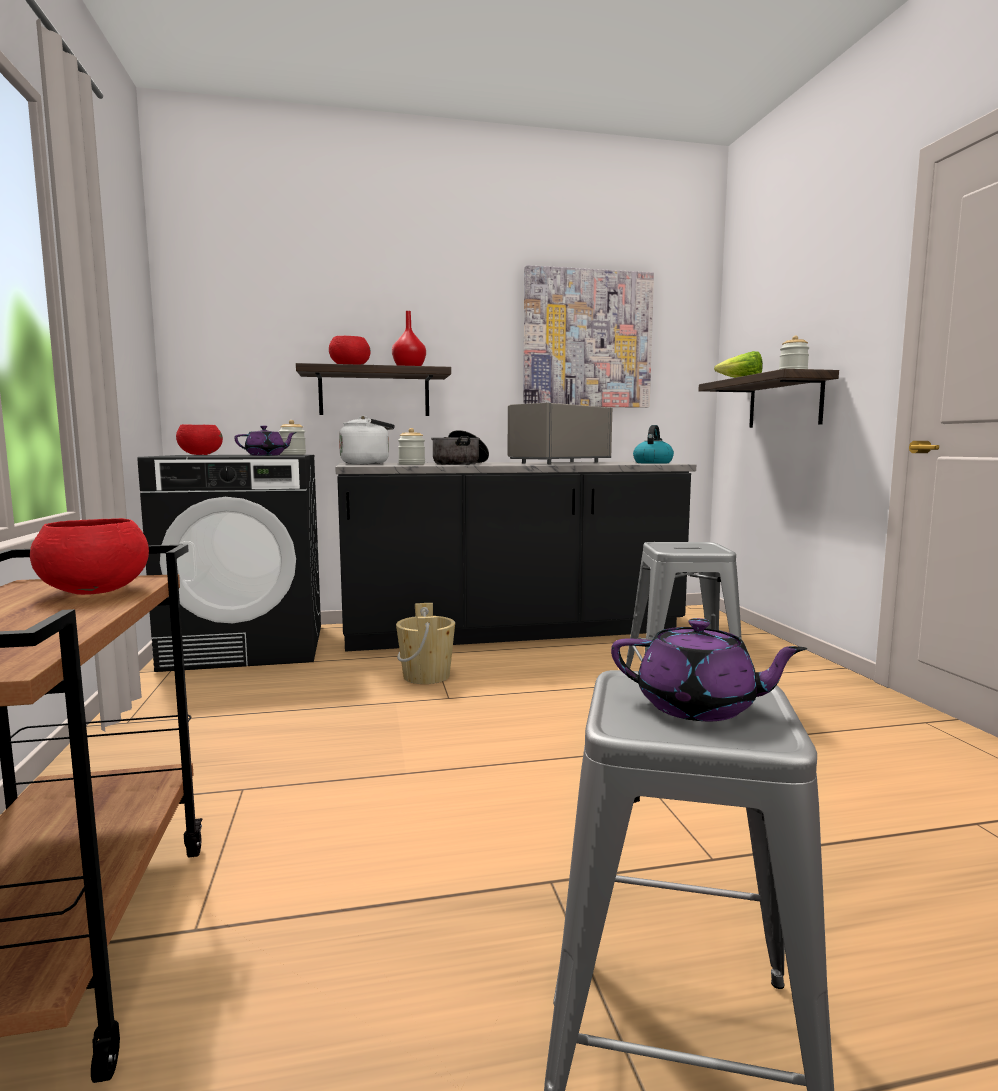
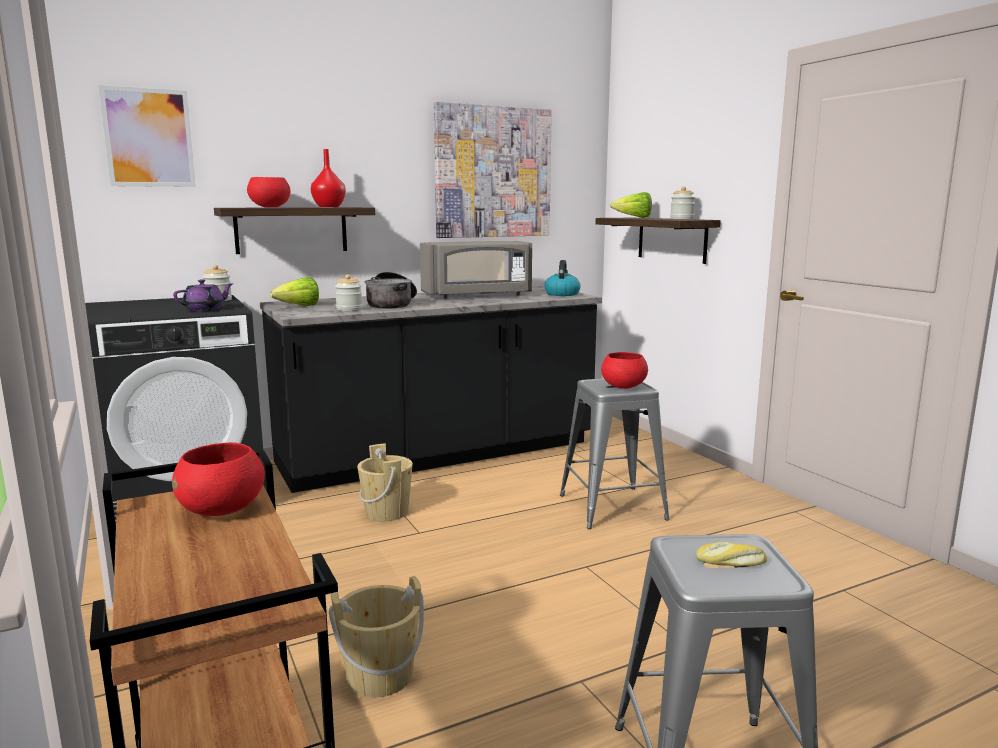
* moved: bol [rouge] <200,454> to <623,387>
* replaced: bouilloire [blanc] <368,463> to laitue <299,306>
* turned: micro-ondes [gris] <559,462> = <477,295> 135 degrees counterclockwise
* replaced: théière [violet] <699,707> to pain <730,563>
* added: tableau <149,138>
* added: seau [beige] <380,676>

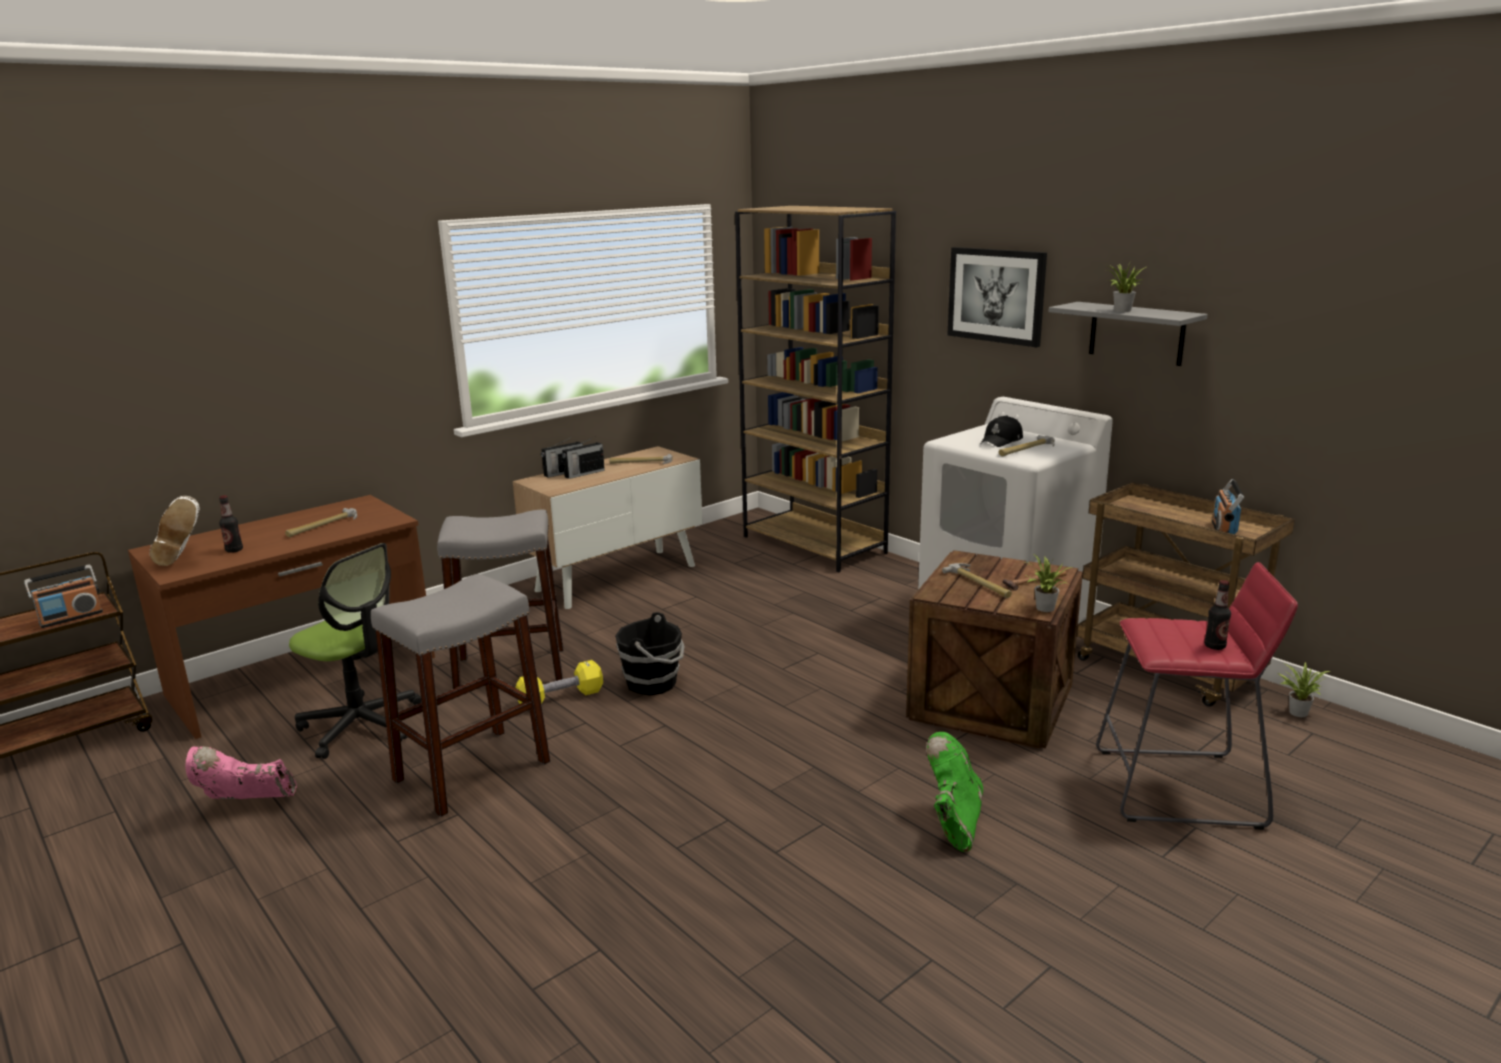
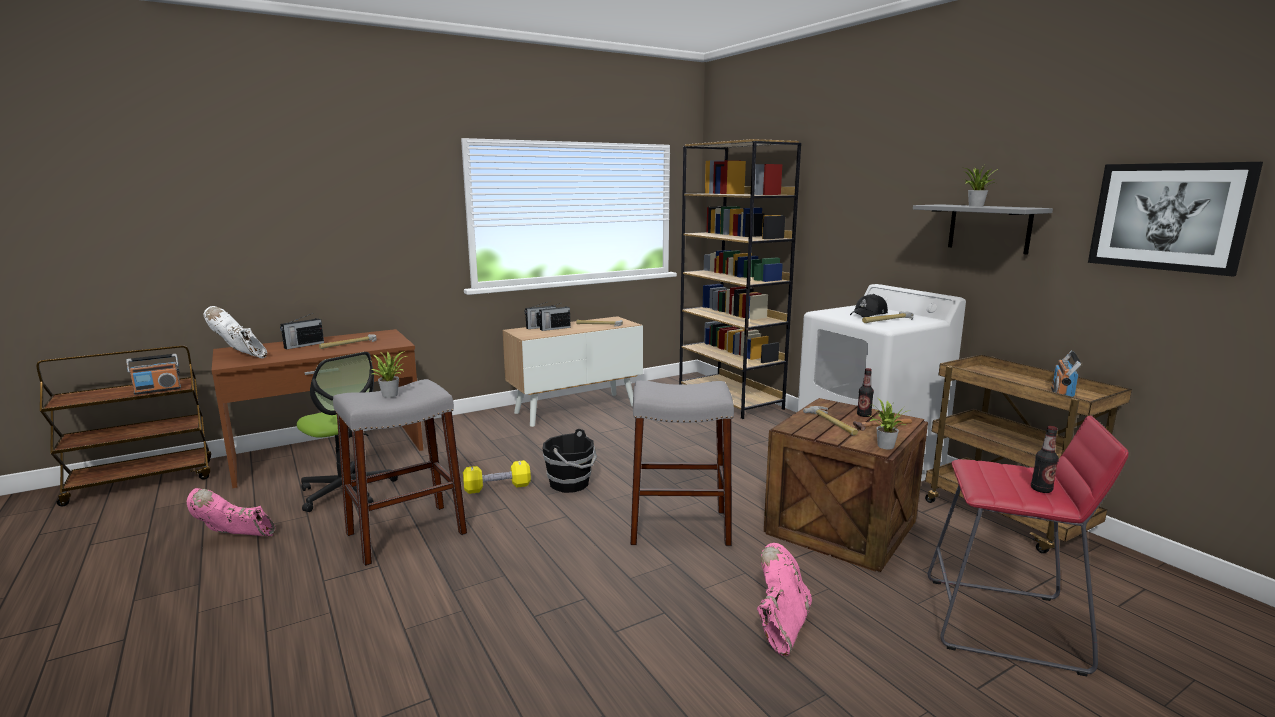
* turned: botte [blanc] <182,558> = <241,356> 135 degrees clockwise
* moved: bouteille <234,550> to <864,415>
* moved: tabouret [gris] <511,670> to <679,527>
* recoloured: botte [vert] <954,822> to botte [rose] <780,627>
* moved: tableau <996,295> to <1168,216>
* moved: plante en pot <1296,712> to <390,394>
* added: radio <303,345>

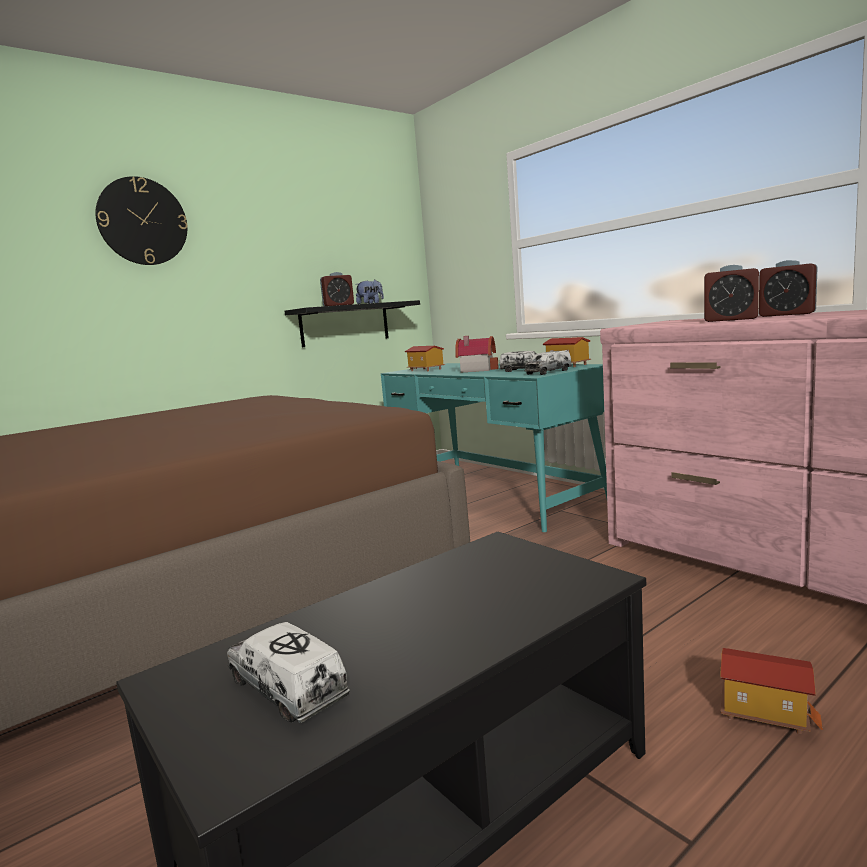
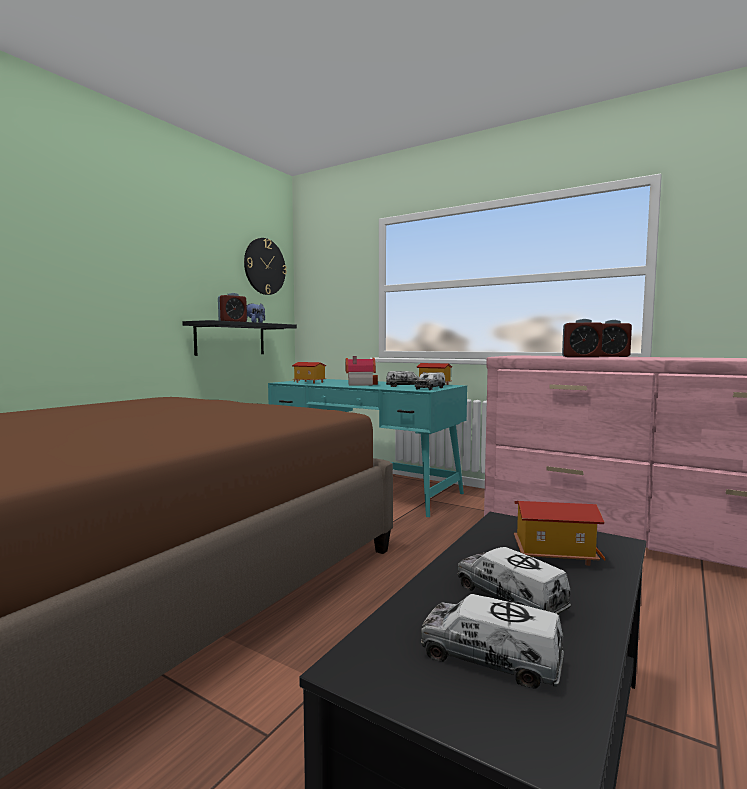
* moved: horloge murale <142,221> to <264,266>
* moved: maison miniature <765,712> to <554,554>
* added: camion jouet <510,598>

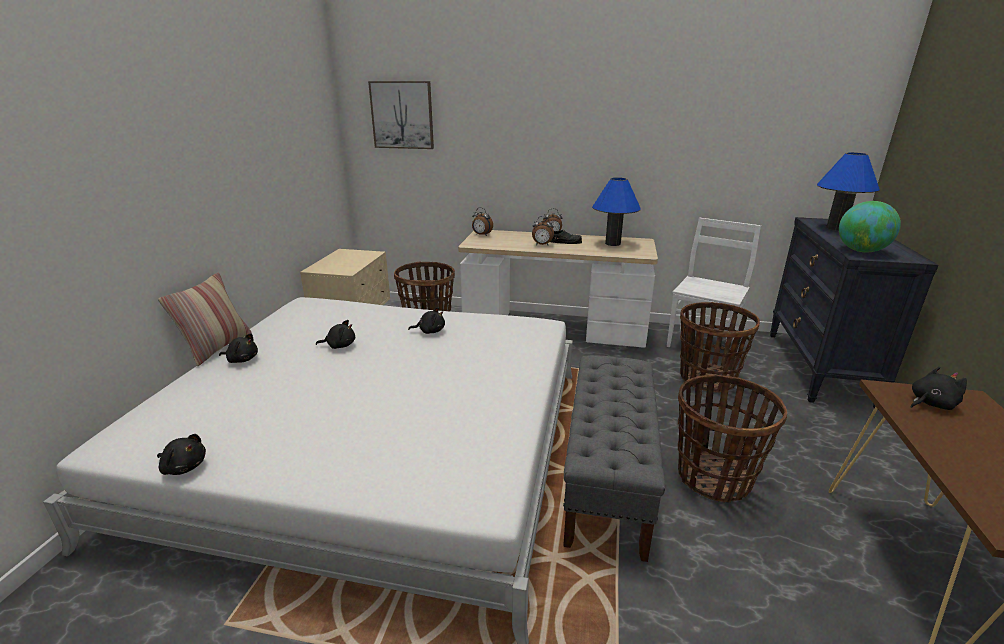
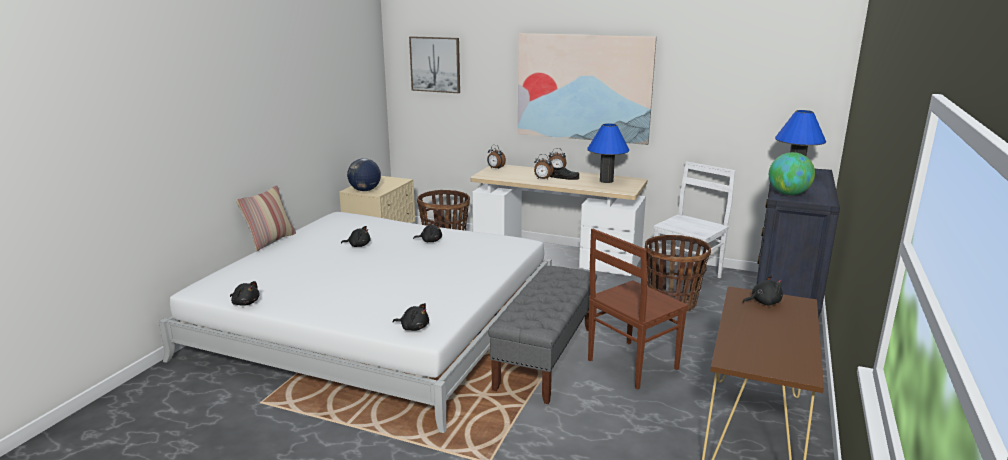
* moved: peluche [noir] <242,359> to <413,327>
* replaced: panier <713,477> to chaise [marron] <630,365>
* added: globe <365,190>
* added: tableau <583,87>

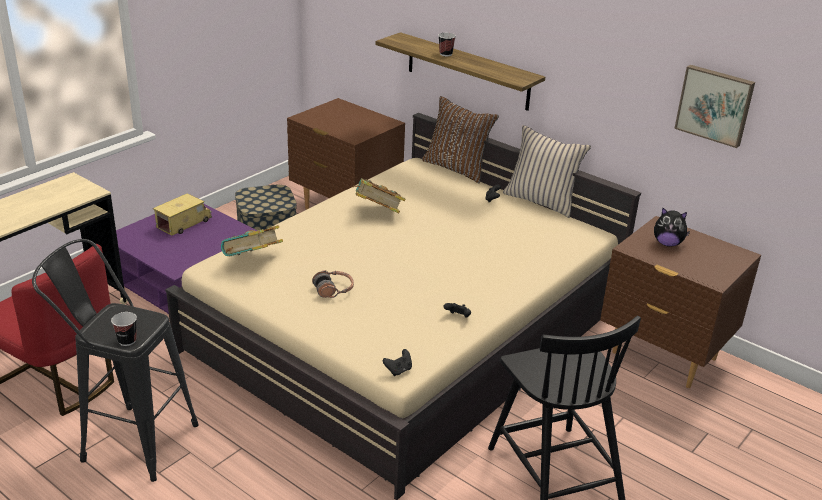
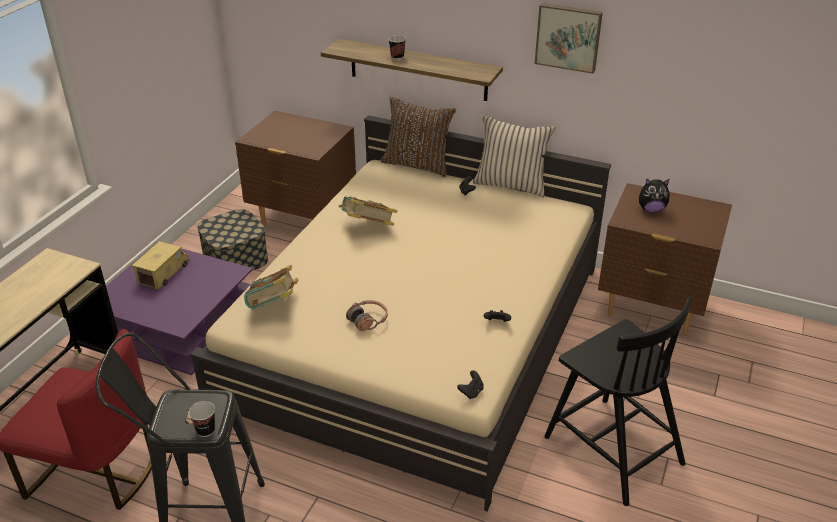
* moved: tableau <715,105> to <568,37>

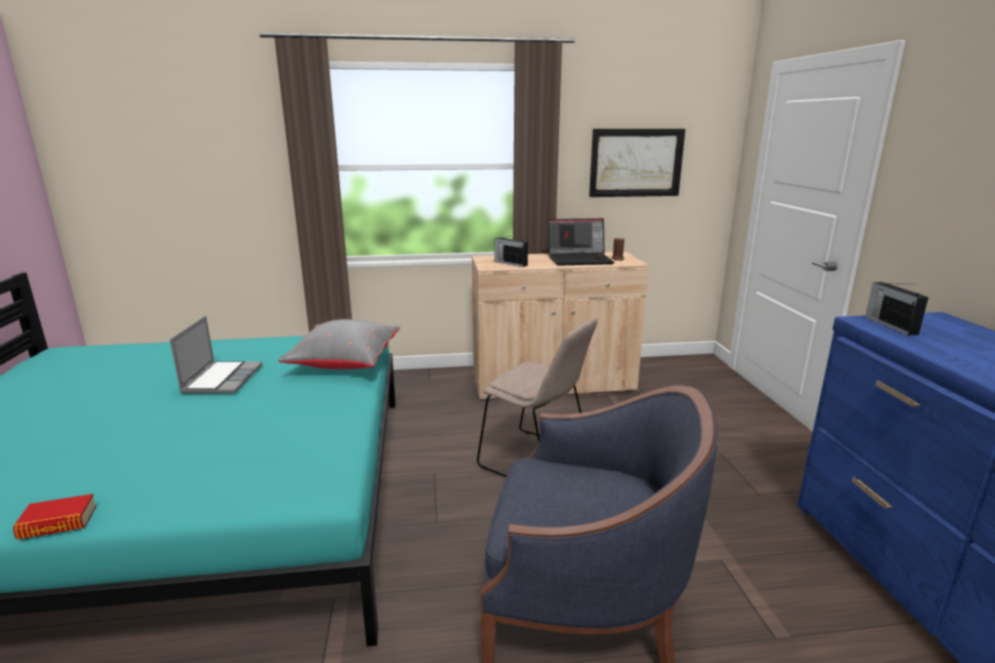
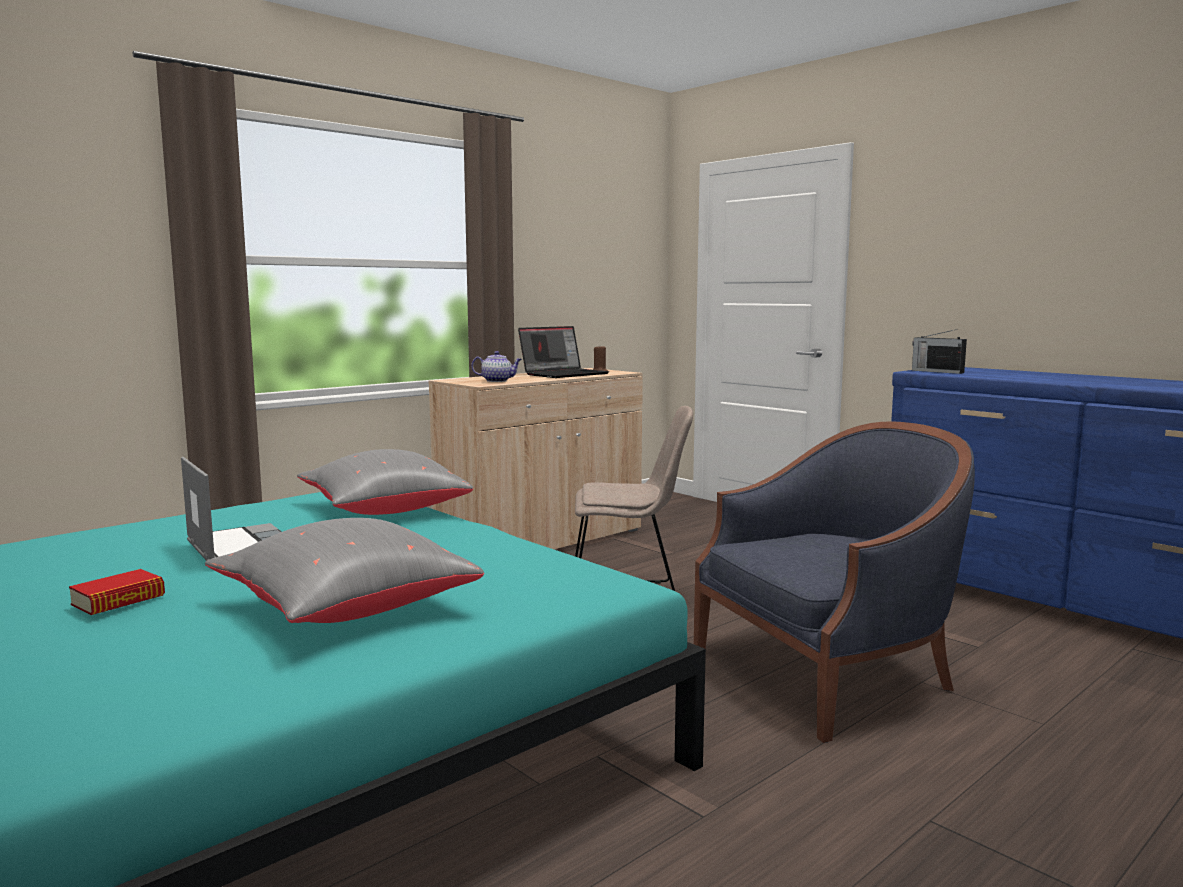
* moved: livre <58,522> to <118,600>
* replaced: radio <510,263> to théière <497,381>
* removed: tableau <636,163>
* added: coussin [gris] <343,610>

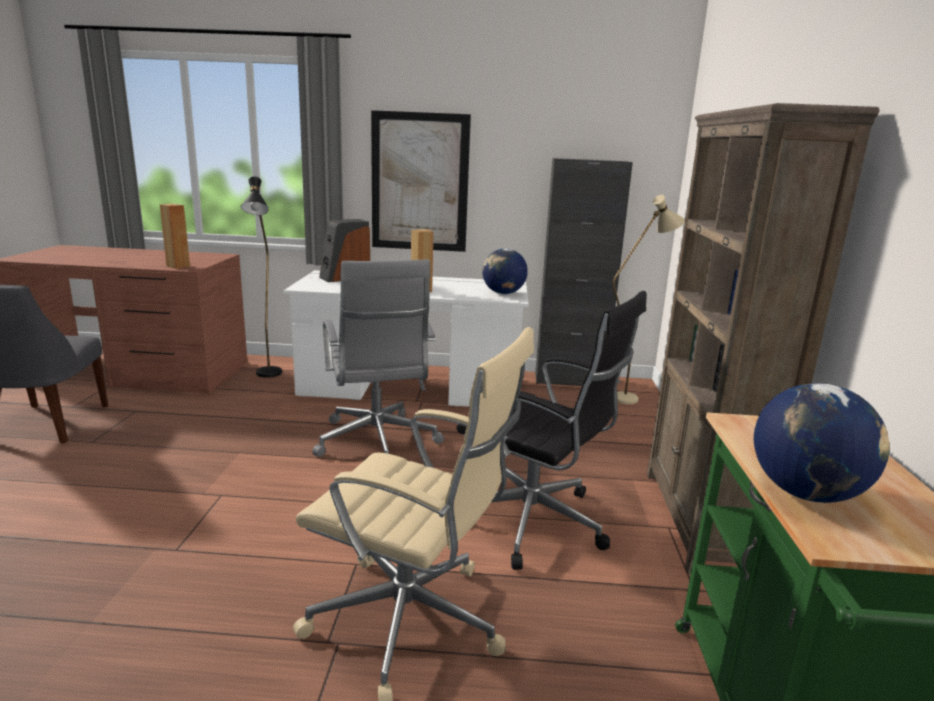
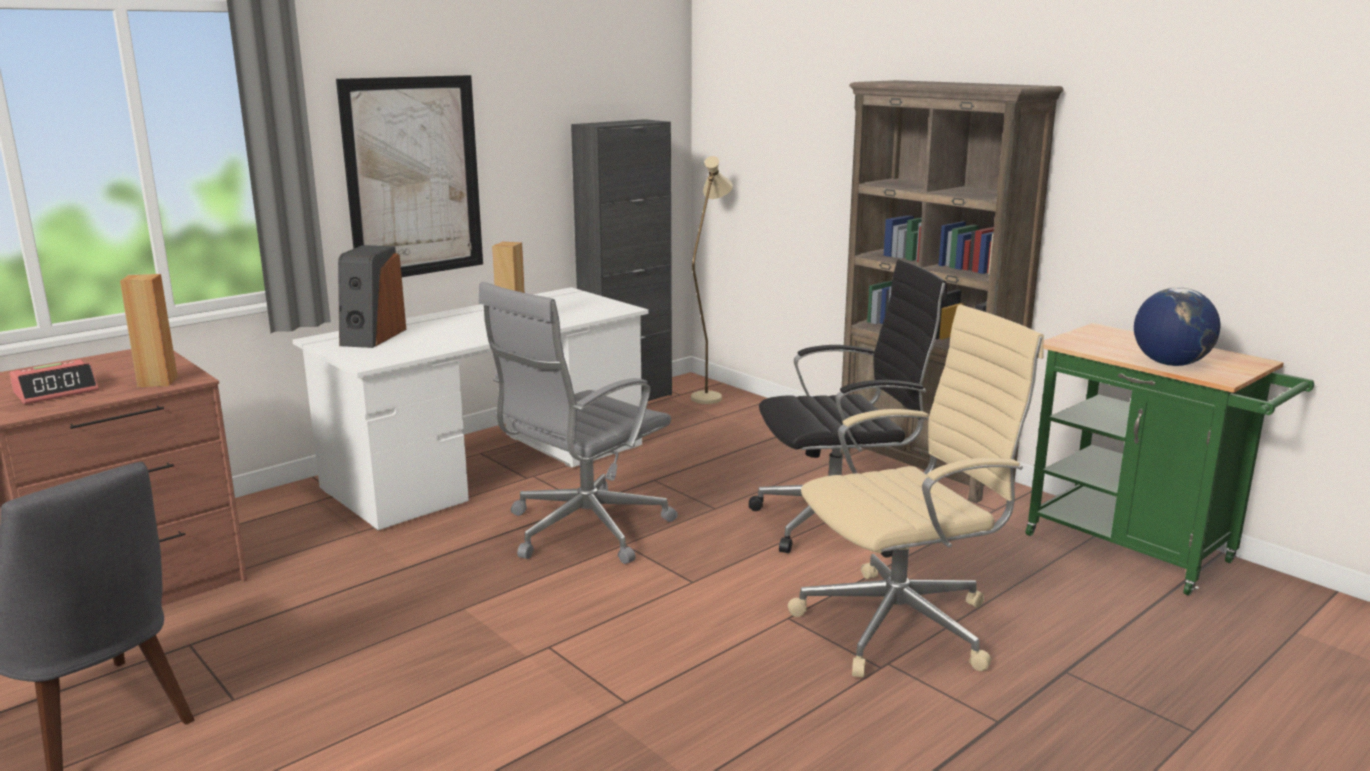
* removed: lampadaire [noir] <268,376>
* turned: chaise de bureau [gris] <377,442> = <582,530> 105 degrees clockwise
* removed: globe <503,293>
* added: réveil <56,391>

